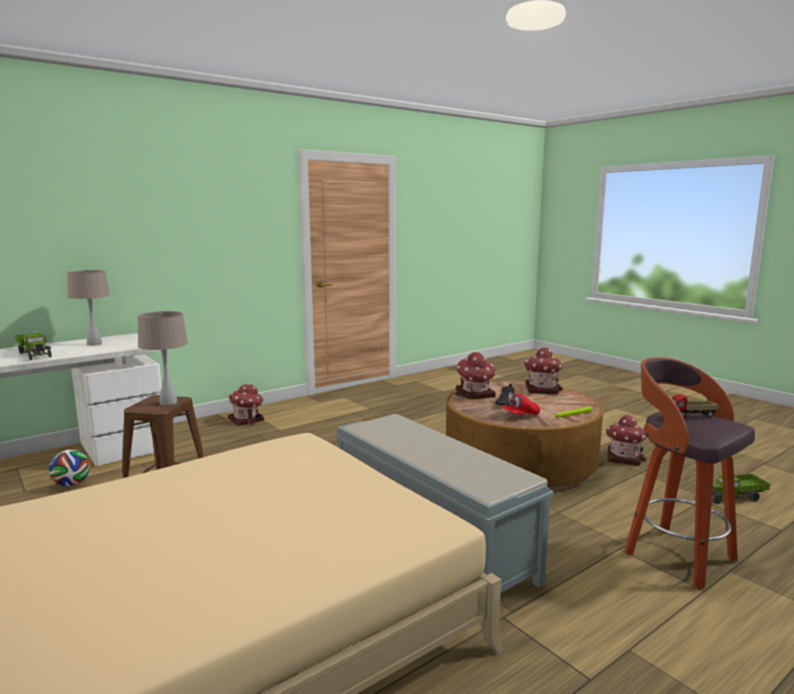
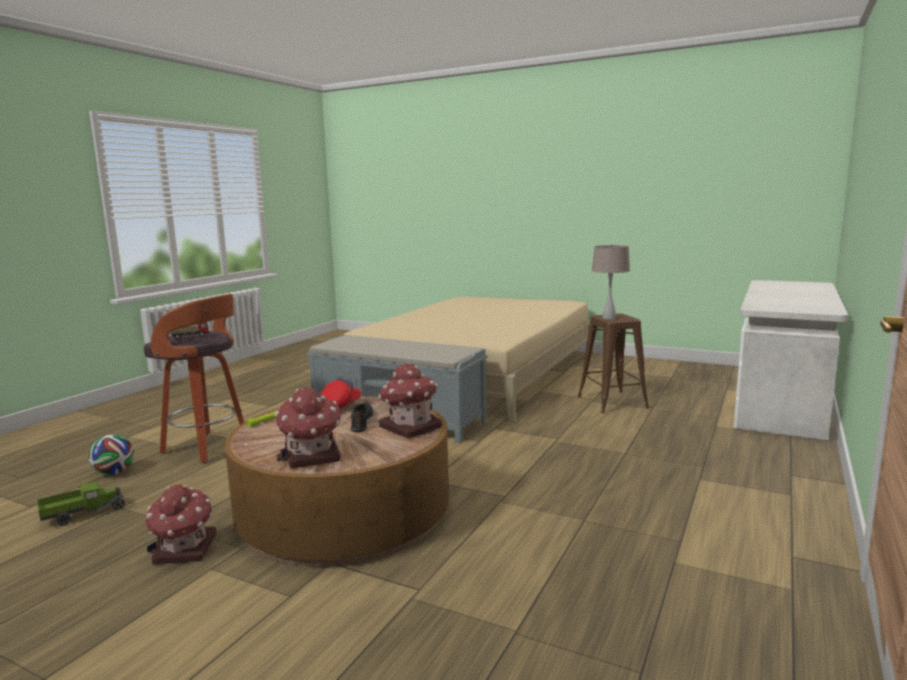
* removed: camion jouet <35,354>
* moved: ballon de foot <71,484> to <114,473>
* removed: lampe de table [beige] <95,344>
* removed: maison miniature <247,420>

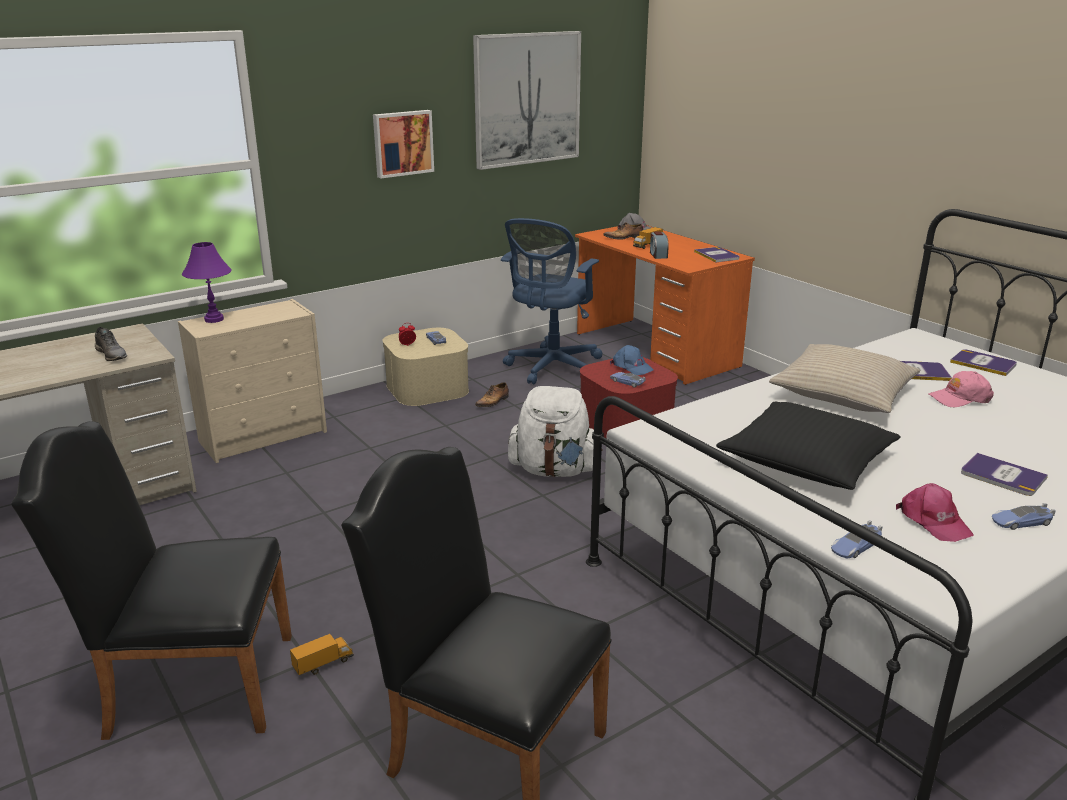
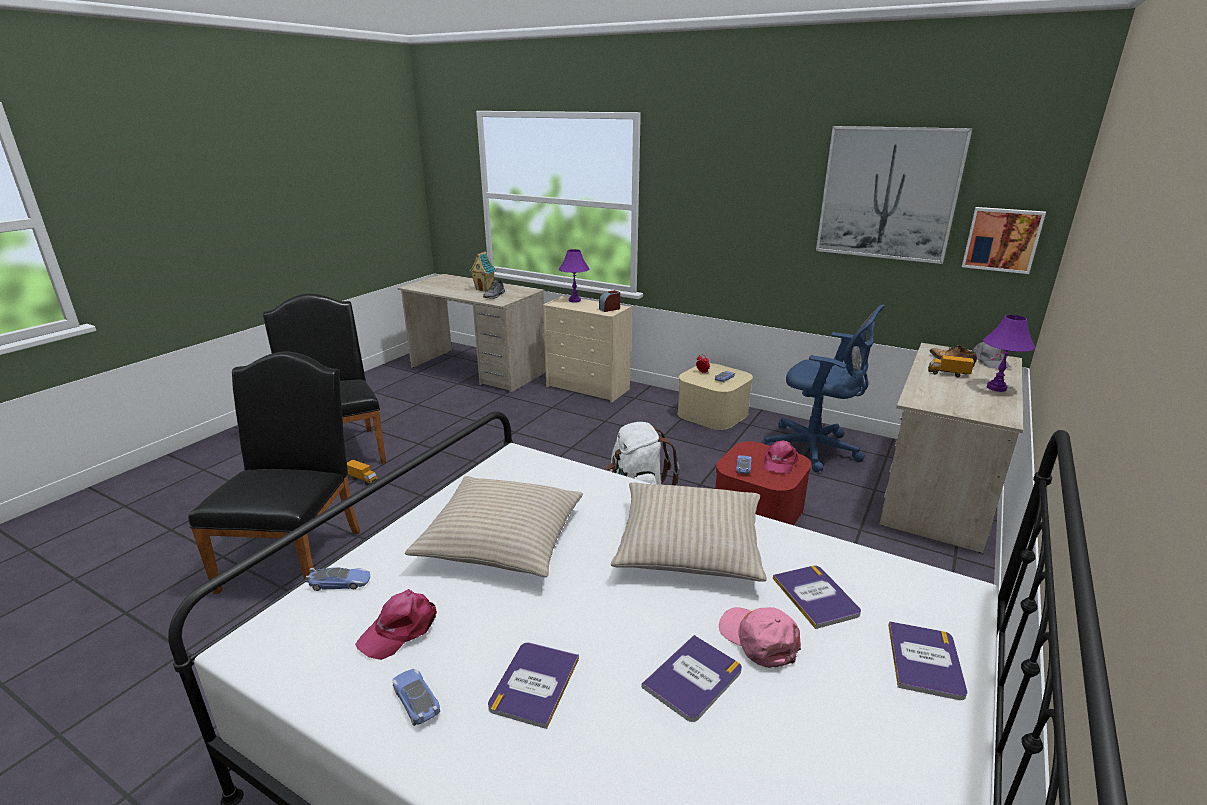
* moved: tableau <402,143> to <1002,239>
* removed: chaussure <493,402>
* turned: chaise de bureau [bleu] <551,368> = <816,450> 150 degrees counterclockwise
* recoloured: bureau [orange] <655,350> to bureau [beige] <938,491>
* recoloured: casquette [bleu] <631,367> to casquette [rose] <779,463>
* moved: réveil <658,255> to <610,309>
* moved: livre <717,255> to <693,678>
* recoloured: coussin [noir] <806,460> to coussin [beige] <502,539>
* turned: petite voiture <855,546> = <340,583> 150 degrees clockwise
* added: maison miniature <484,289>
* added: lampe de table [violet] <997,388>

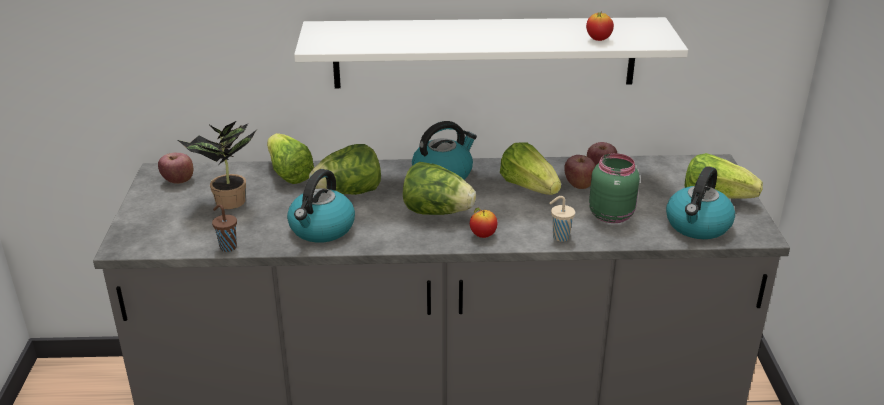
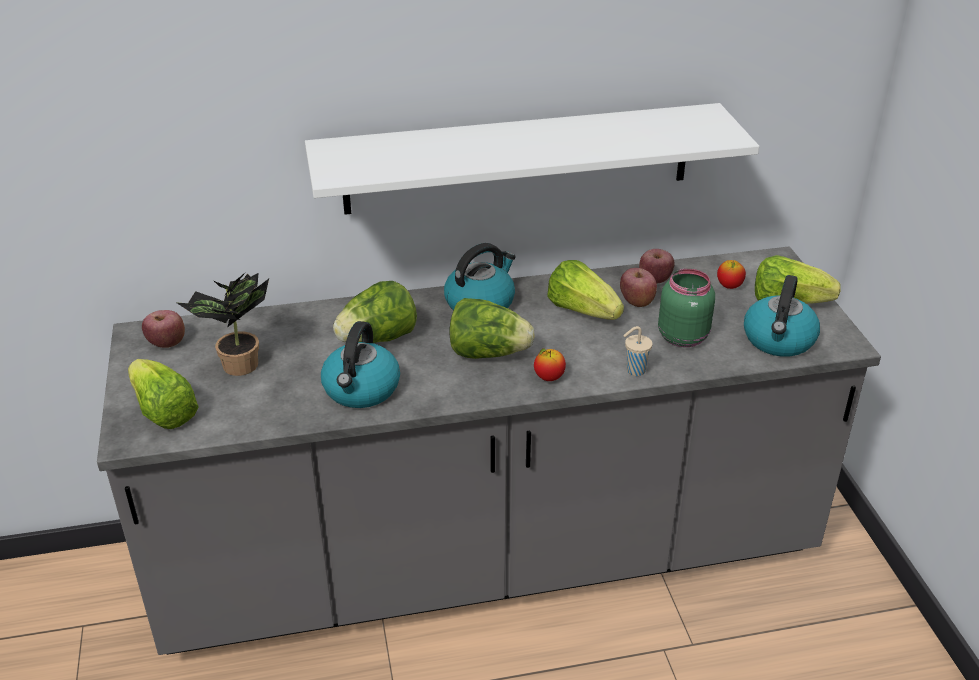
* removed: tasse [marron] <227,247>
* moved: laitue <289,173> to <163,411>
* moved: pomme <598,40> to <729,286>

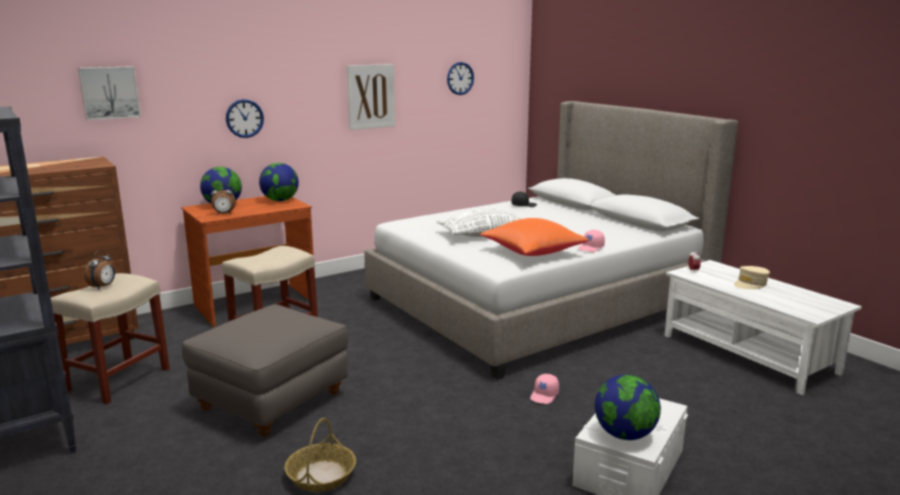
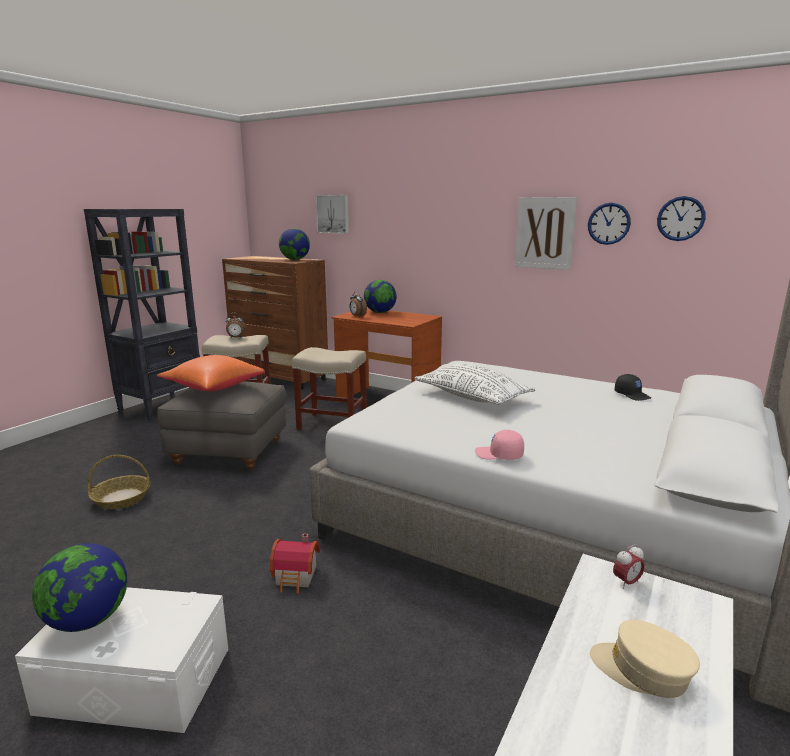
* moved: horloge murale <244,118> to <608,223>
* moved: globe <280,200> to <295,259>
* moved: coussin [orange] <534,253> to <212,388>
* replaced: casquette [rose] <544,395> to maison miniature <296,577>

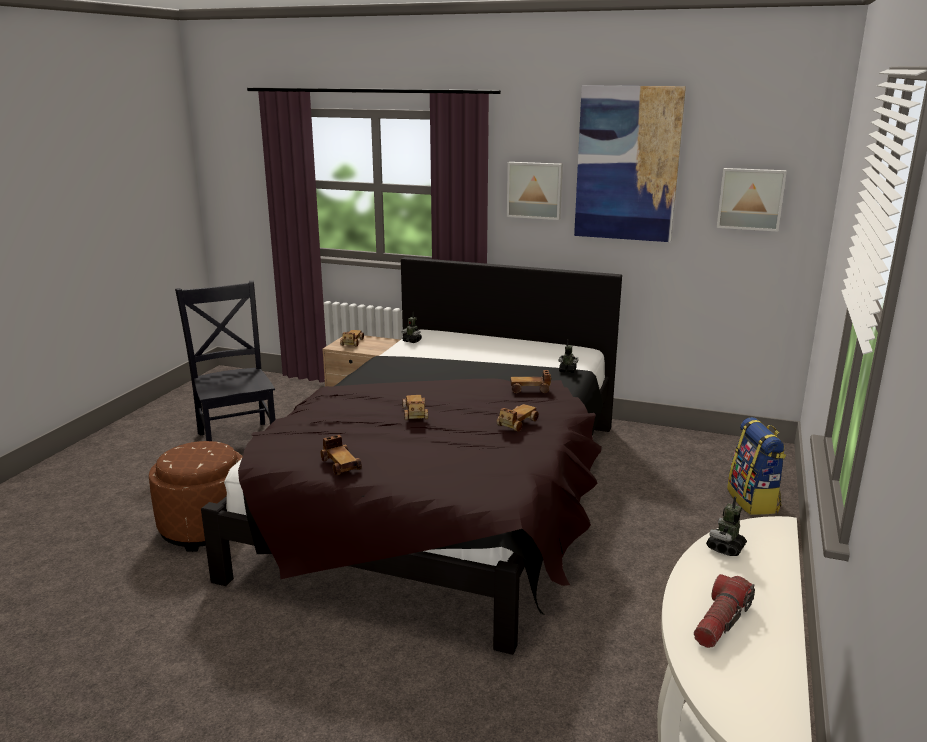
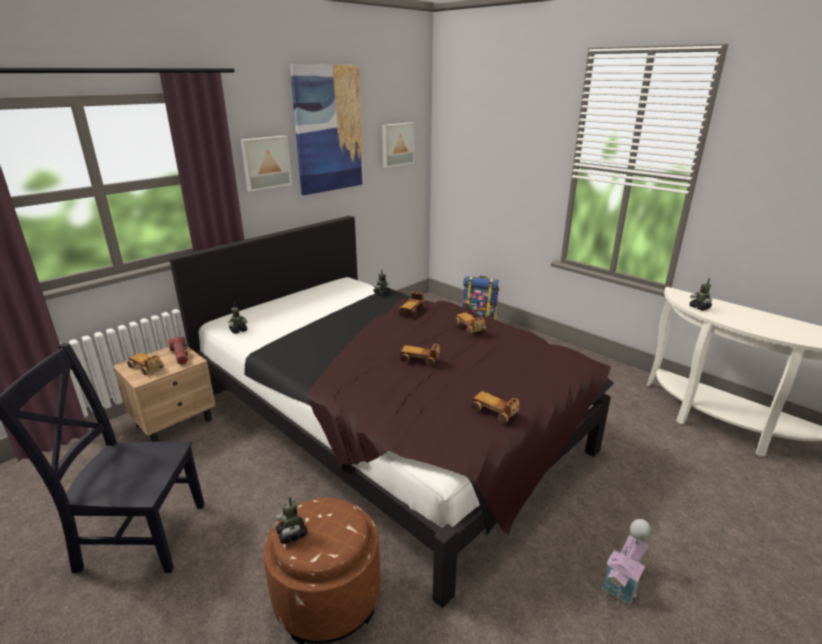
* turned: petite voiture <340,464> = <495,412> 135 degrees counterclockwise
* moved: lampe de poche <721,621> to <180,355>
* added: robot jouet <292,534>
* added: maison miniature <624,581>

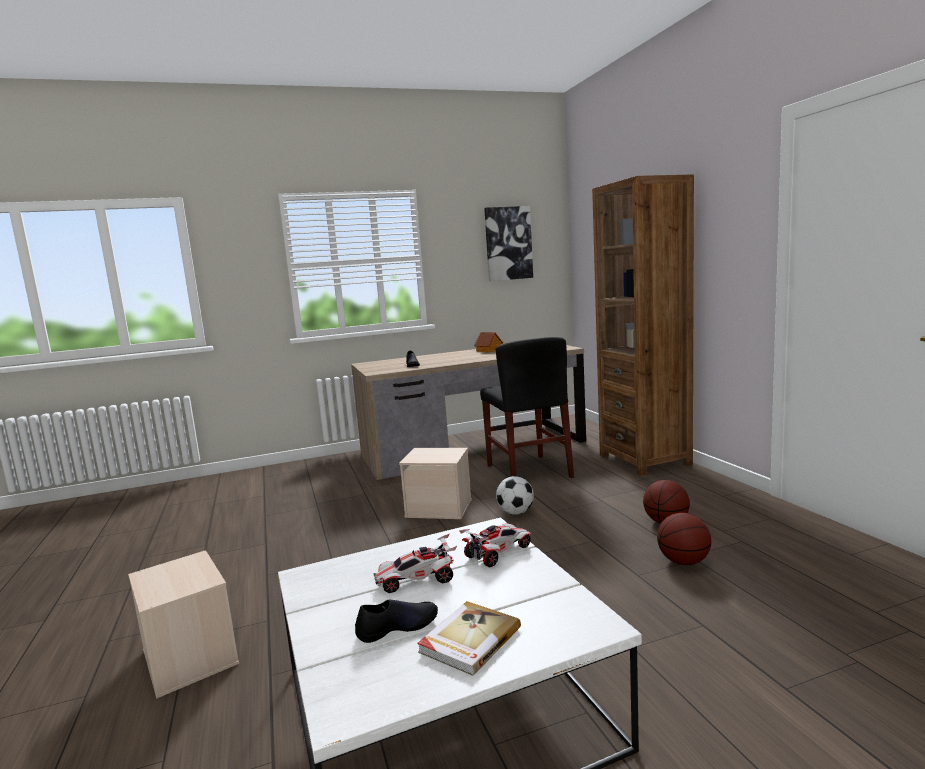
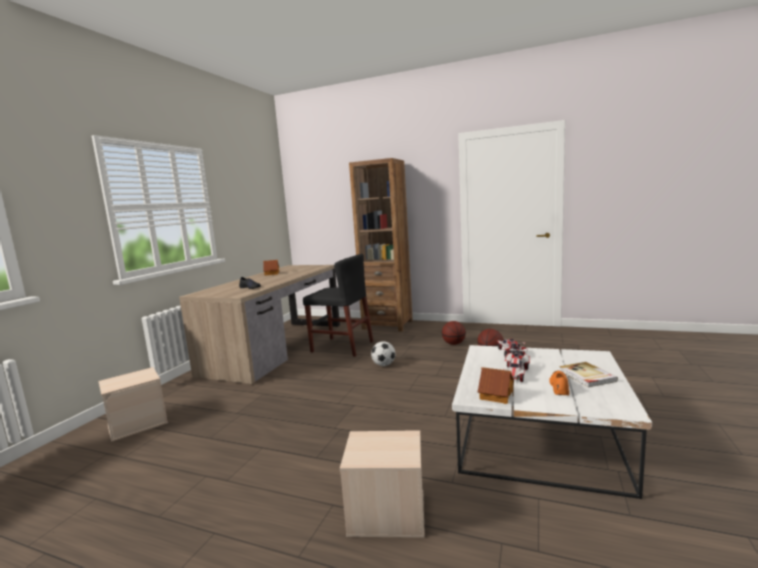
* recoloured: chaussure [noir] <397,627> to chaussure [orange] <559,386>
* moved: boîte de rangement [beige] <440,508> to <138,423>
* removed: tableau <508,243>
* added: maison miniature <495,395>

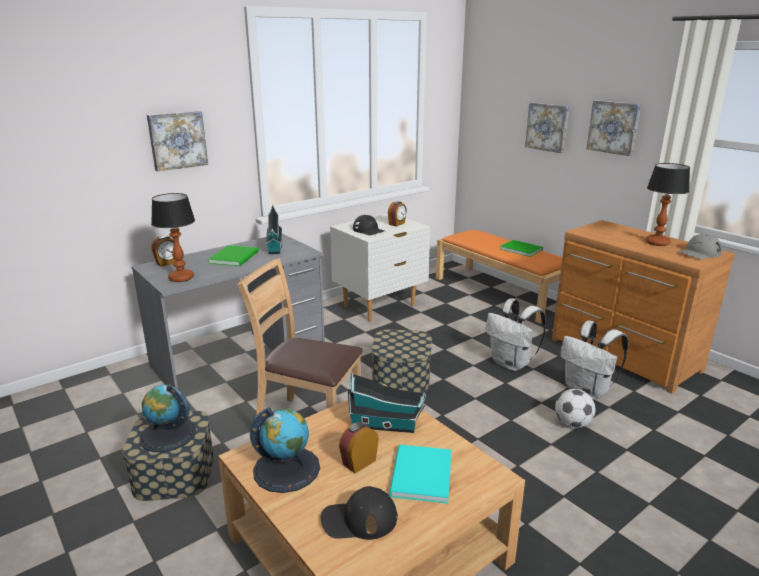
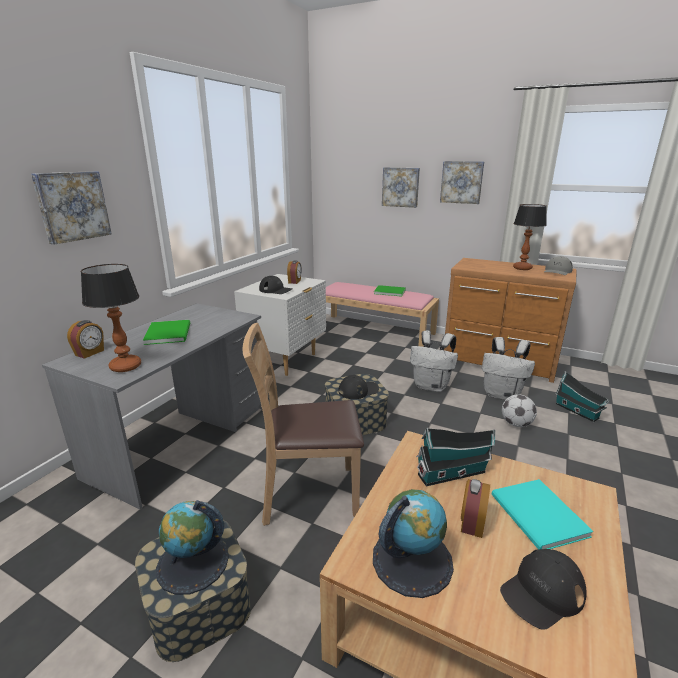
* moved: maison miniature <274,247> to <578,412>
* recoloured: banc [orange] <501,292> to banc [rose] <374,331>
* added: casquette [noir] <358,390>

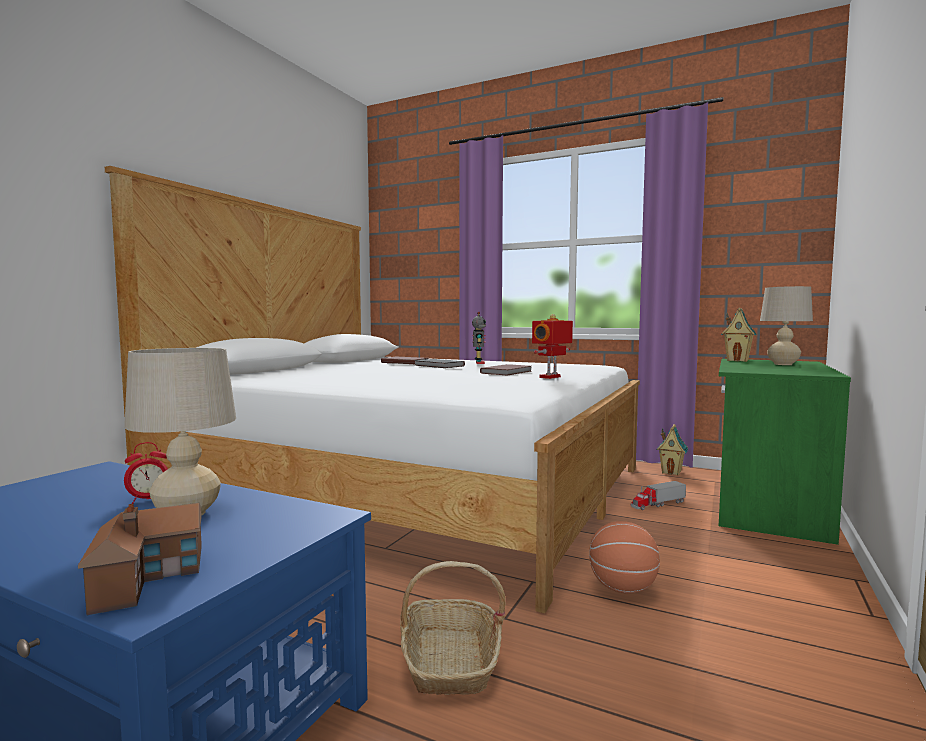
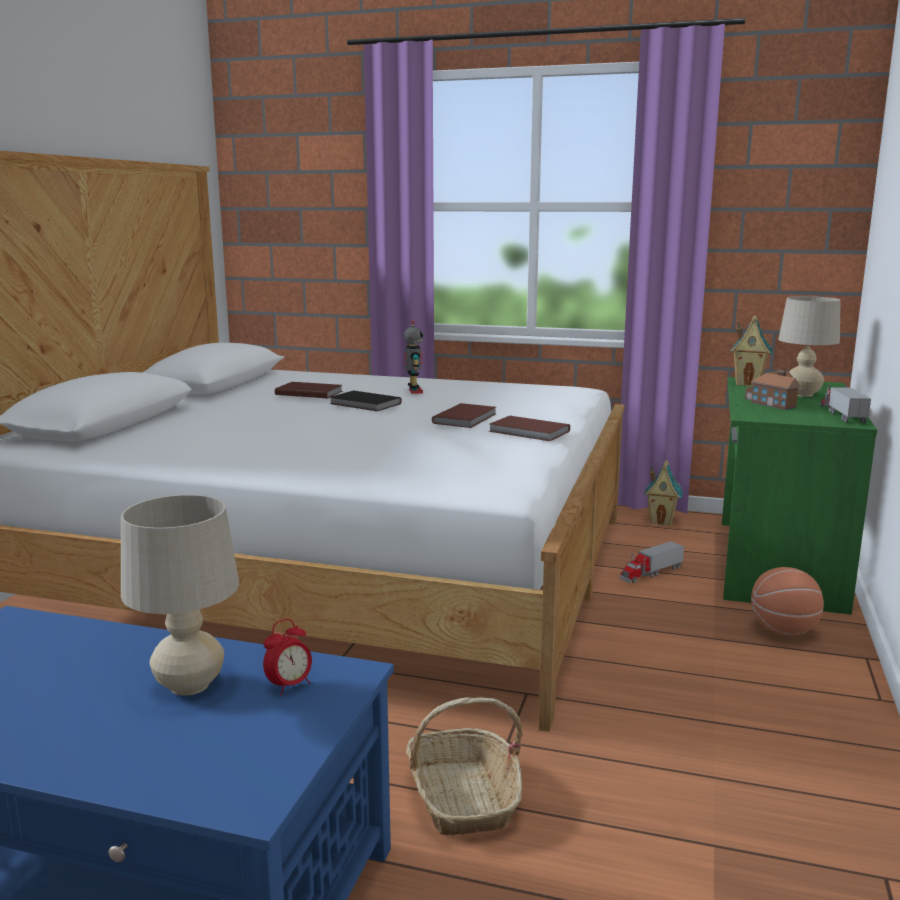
* moved: maison miniature <149,576> to <773,402>
* moved: réveil <148,499> to <289,686>
* replaced: robot jouet <551,377> to livre [marron] <529,432>
* moved: ballon de basket <623,588> to <783,631>
* added: camion jouet <841,414>

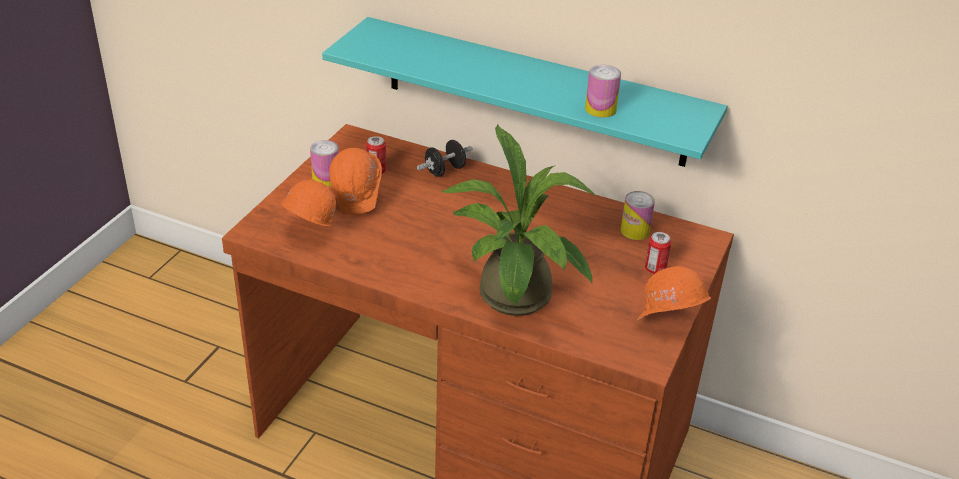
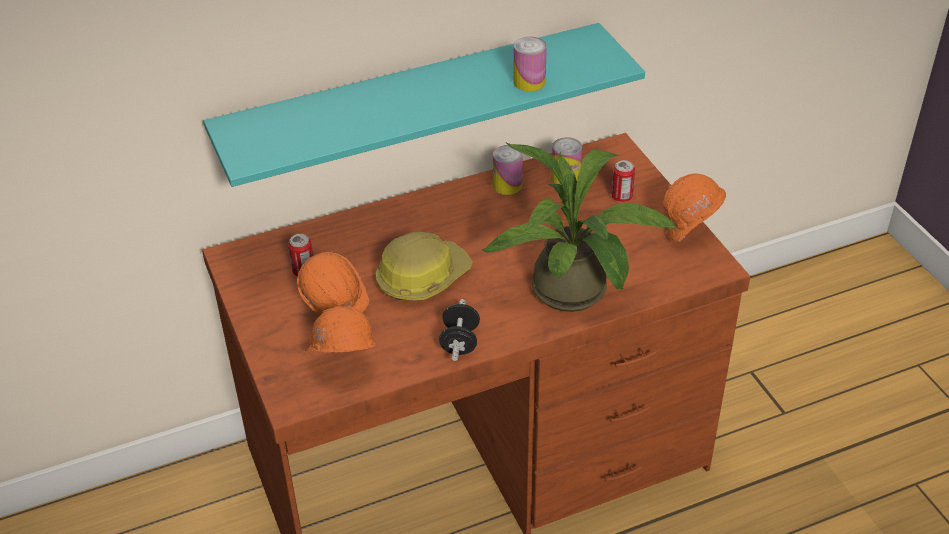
* moved: boîte métallique <326,178> to <507,185>
* moved: haltère [noir] <445,170> to <460,342>
* added: casque de chantier <422,277>

